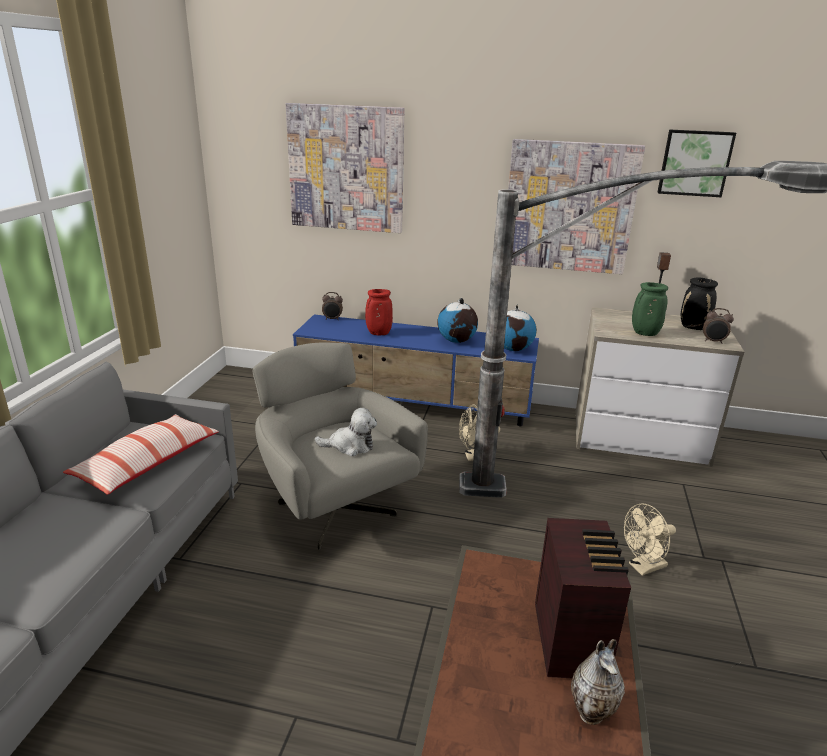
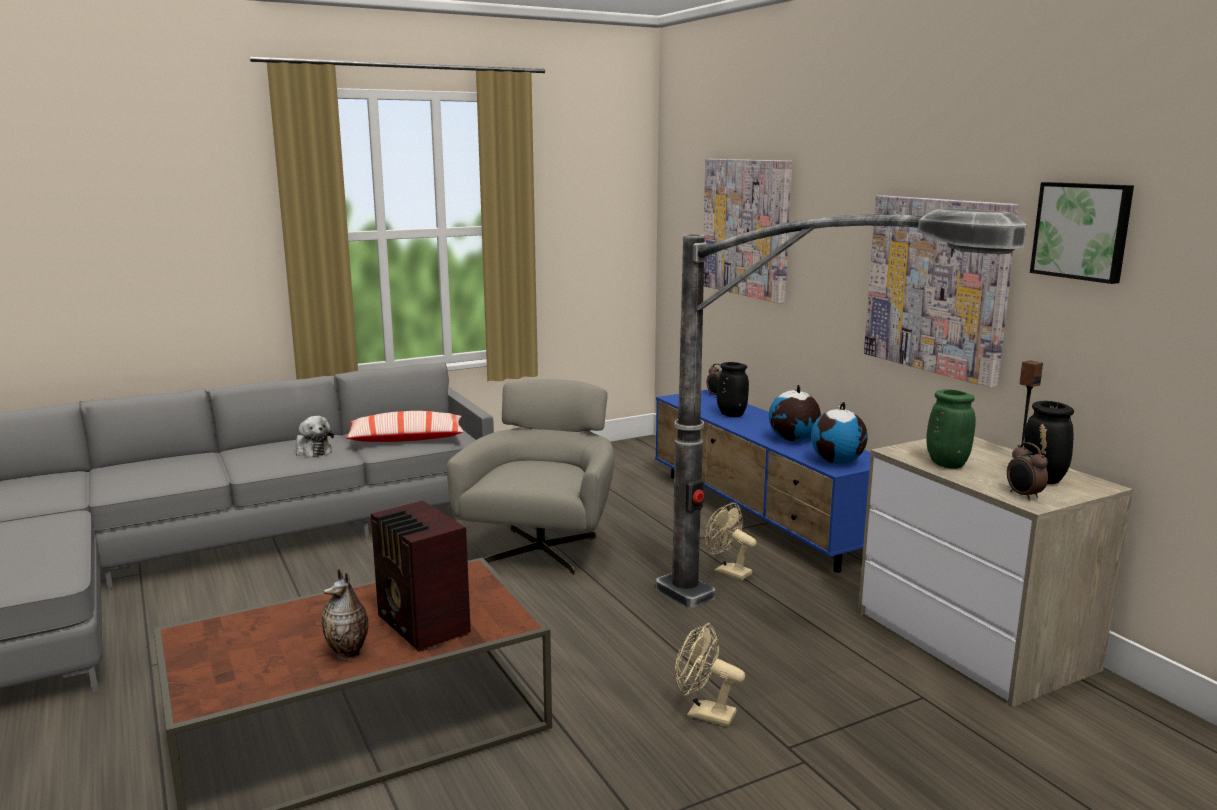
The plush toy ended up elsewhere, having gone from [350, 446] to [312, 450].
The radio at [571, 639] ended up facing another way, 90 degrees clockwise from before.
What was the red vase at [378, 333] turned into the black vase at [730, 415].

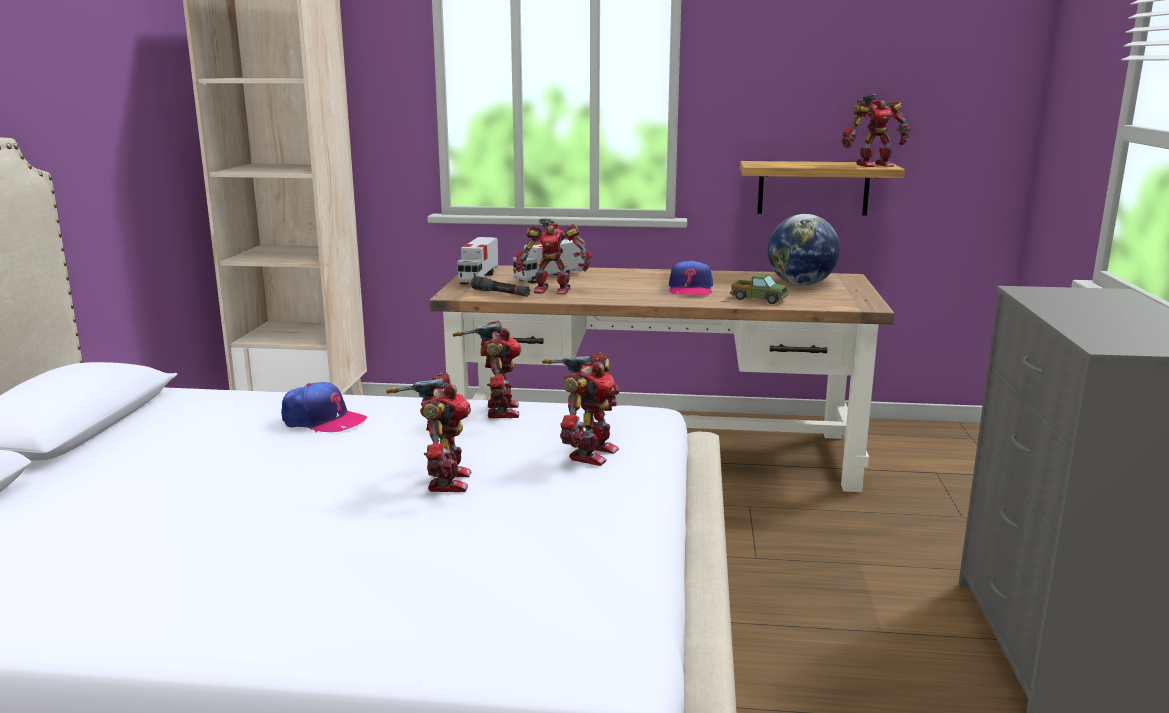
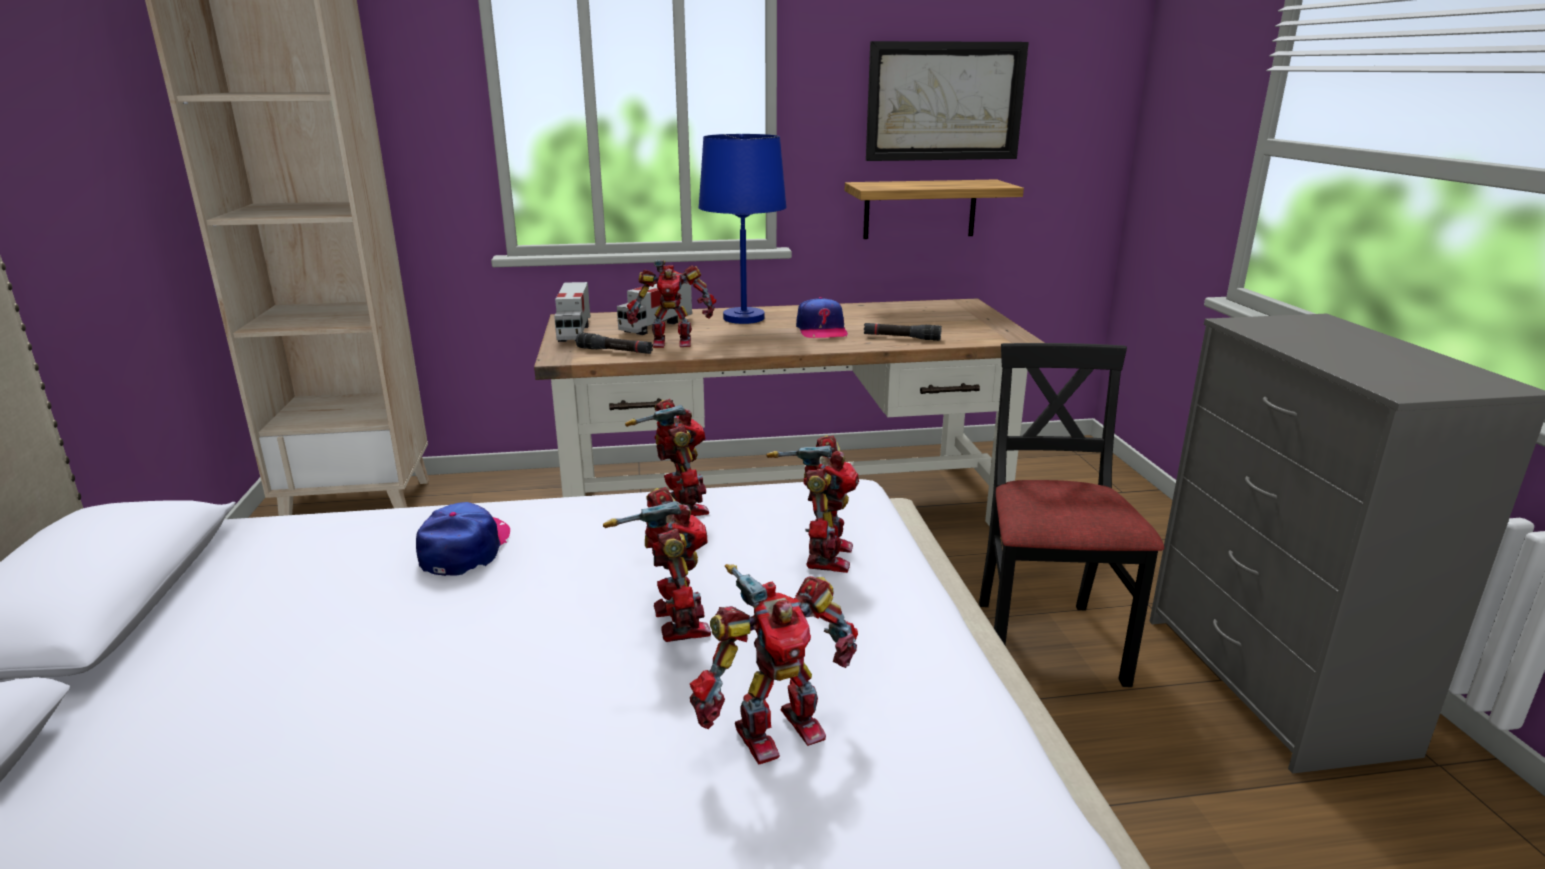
The cap at [322, 420] ended up facing another way, 90 degrees counterclockwise from before.
The toy robot ended up elsewhere, having gone from [873, 165] to [775, 729].
The second view gained the blue table lamp at [744, 318].
Where the toy truck stood at [758, 299], the black flashlight came to stand at [901, 338].
The second view gained the picture at [944, 101].
The second view gained the black chair at [1046, 642].
The second view lost the globe at [800, 284].

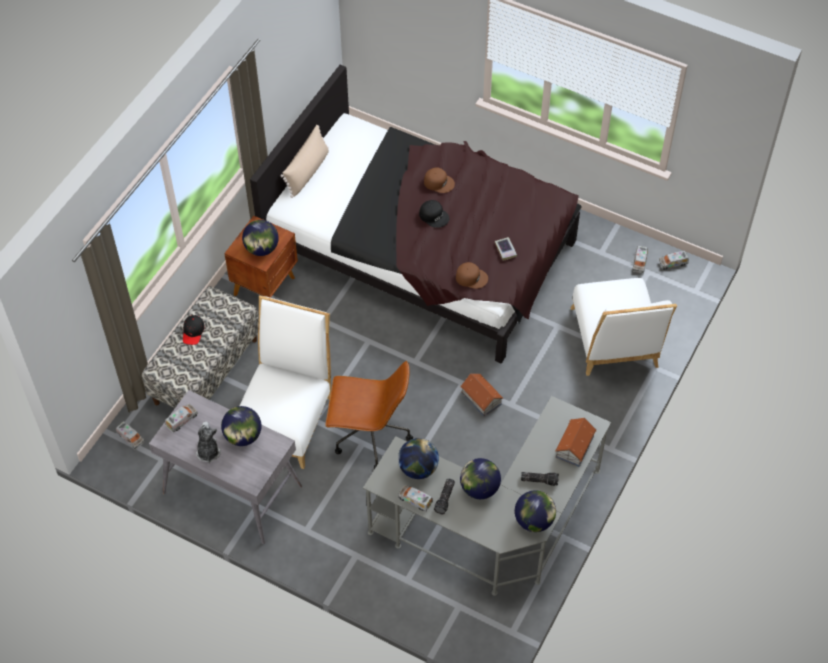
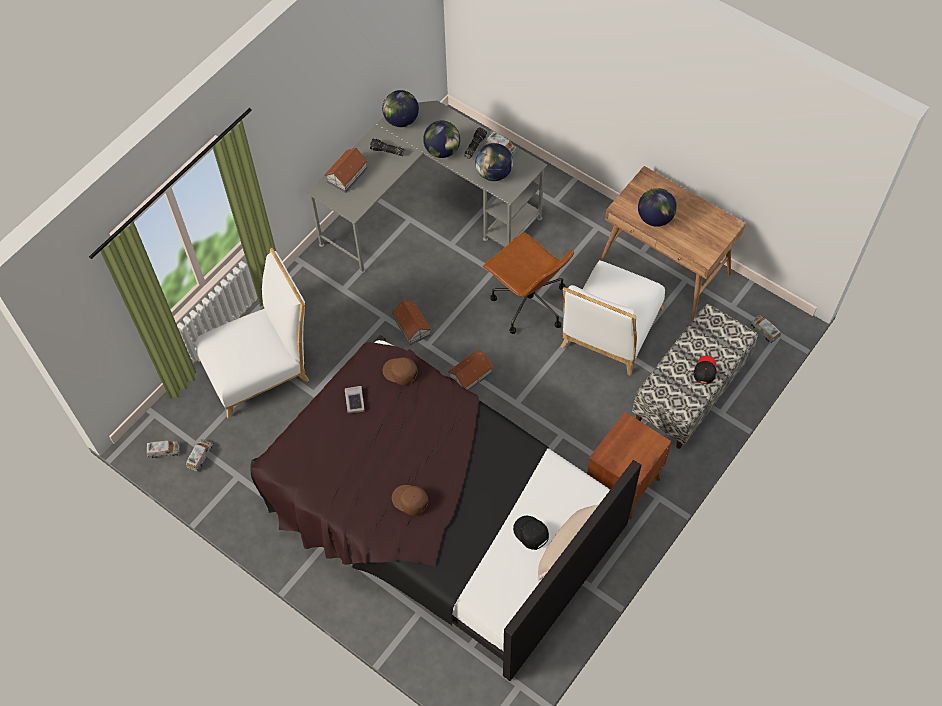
The white chair at [615, 343] ended up facing another way, 60 degrees clockwise from before.
The second view gained the toy house at [471, 375].
The brown office chair at [369, 436] ended up facing another way, 150 degrees counterclockwise from before.
The black cap ended up elsewhere, having gone from [434, 215] to [530, 533].
What was the grey desk at [231, 490] turned into the brown desk at [665, 269].
The second view lost the toy truck at [182, 420].
The second view lost the plush toy at [208, 451].
The second view lost the globe at [262, 249].

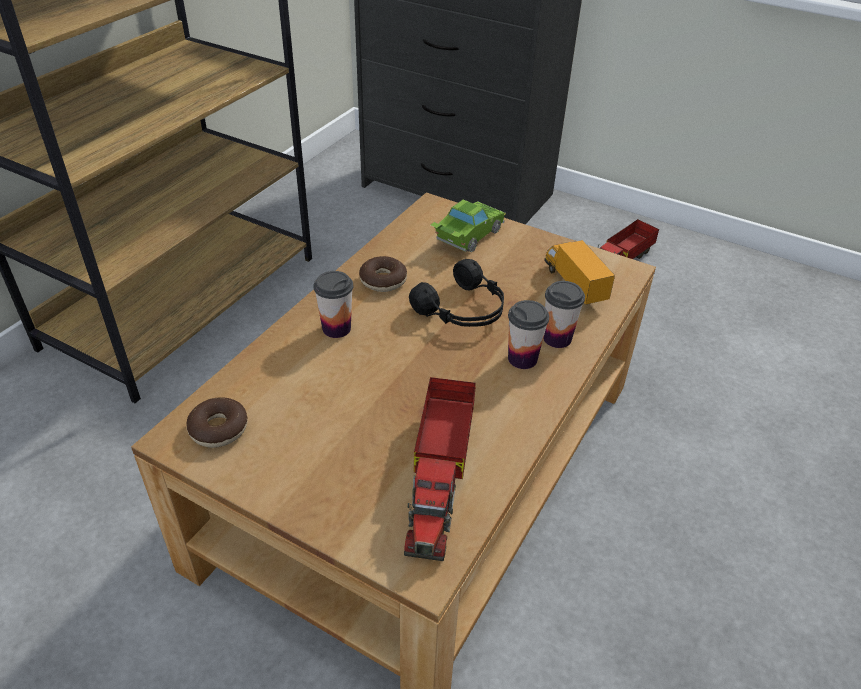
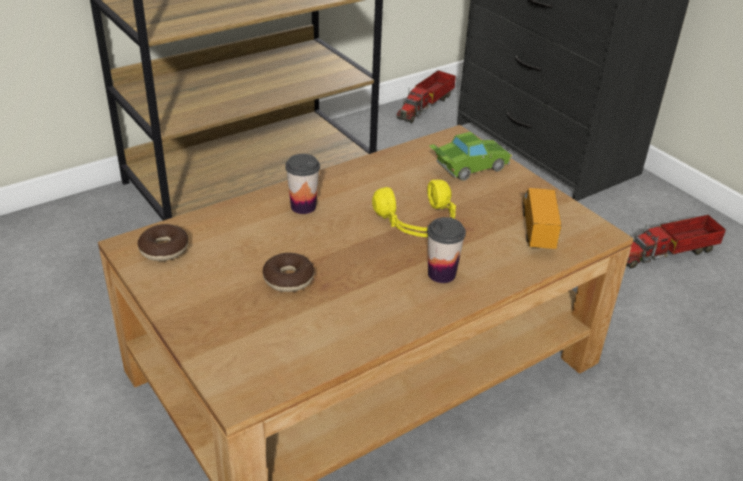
The donut ended up elsewhere, having gone from [383, 280] to [288, 279].
What was the black headphones at [463, 310] turned into the yellow headphones at [419, 223].
The toy truck ended up elsewhere, having gone from [439, 475] to [426, 105].
The second view lost the cup at [557, 338].

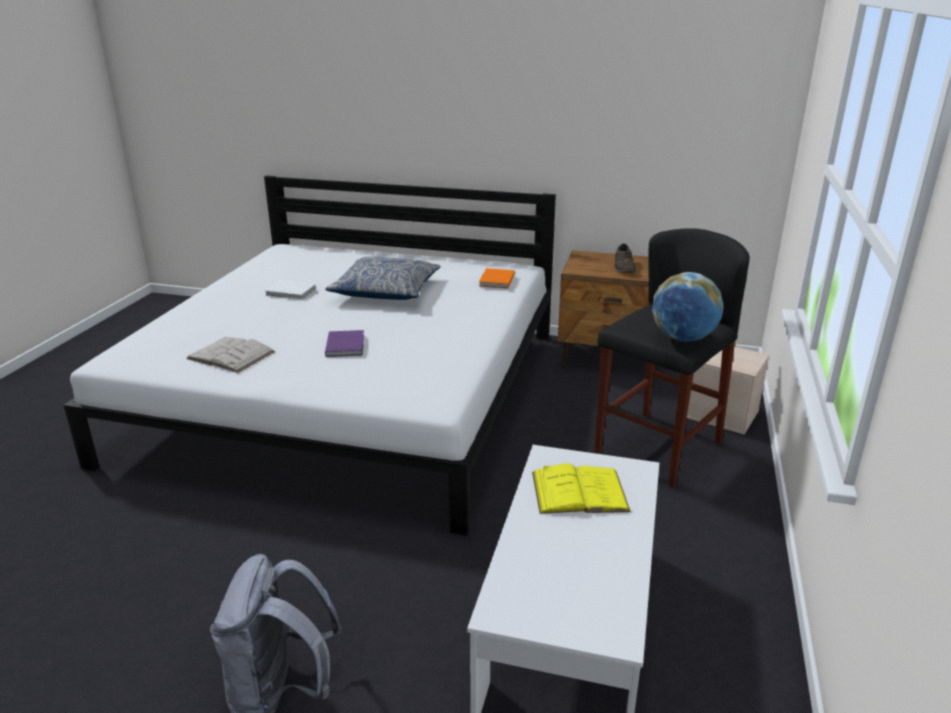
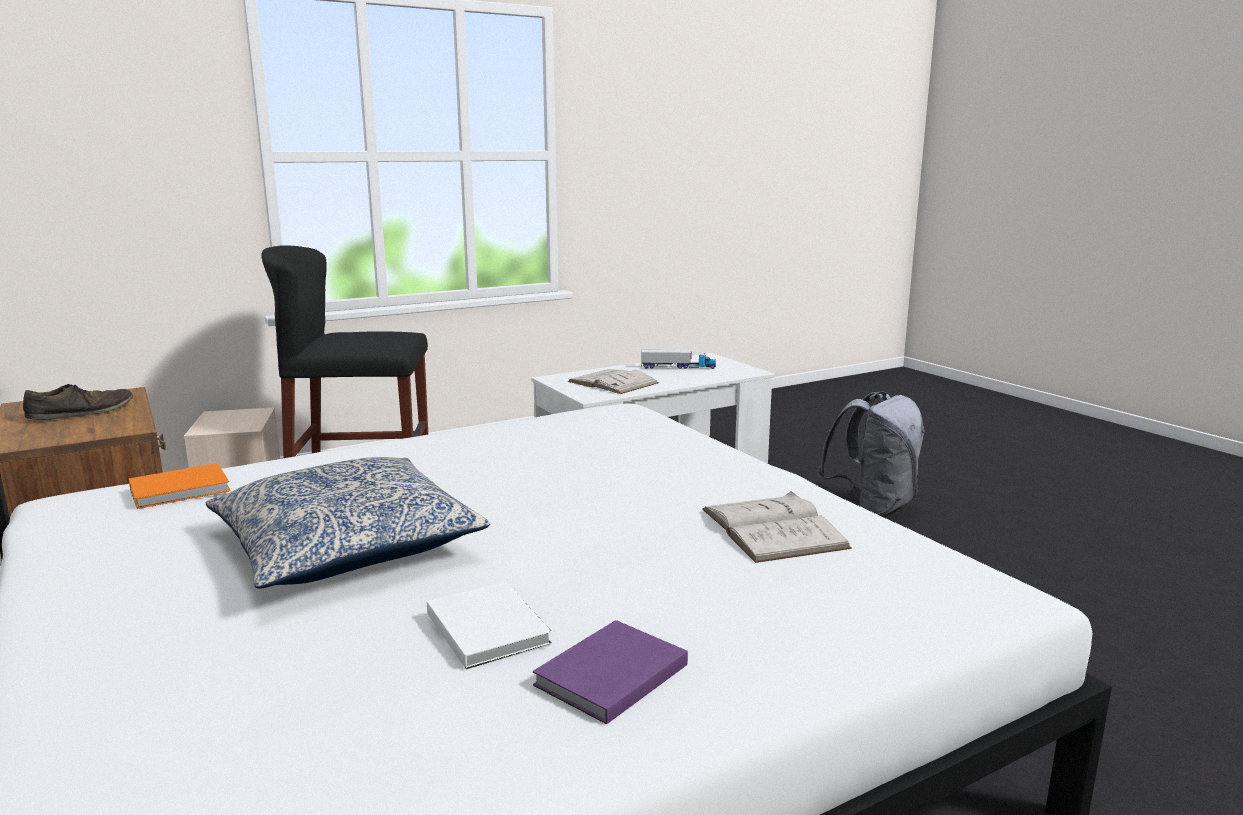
The purple book ended up elsewhere, having gone from [346, 345] to [607, 676].
What was the yellow book at [579, 491] turned into the white book at [613, 382].
The second view gained the toy truck at [678, 367].
The second view lost the globe at [683, 338].

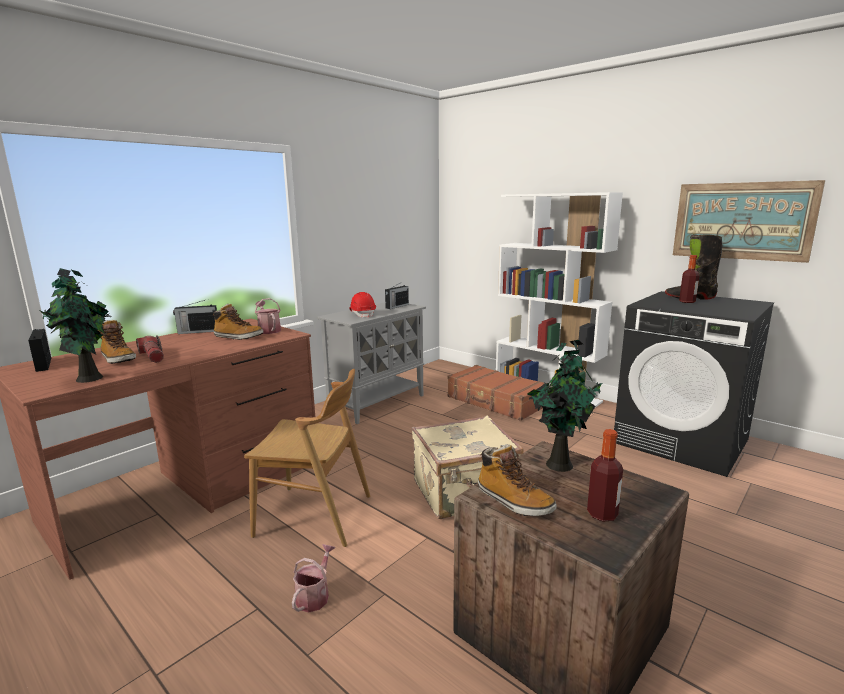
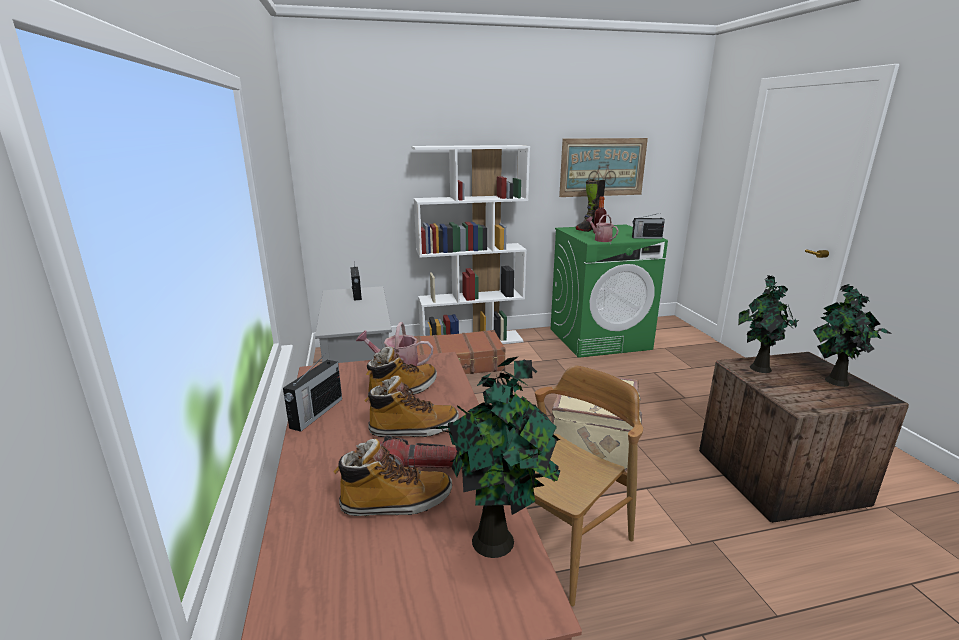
The boot ended up elsewhere, having gone from [513, 501] to [413, 429].
What was the black washing machine at [681, 441] turned into the green washing machine at [599, 339].
The watering can ended up elsewhere, having gone from [315, 595] to [601, 239].
The radio ended up elsewhere, having gone from [44, 364] to [646, 237].
Where the bottle stood at [602, 514], the potted plant came to stand at [834, 381].
The second view lost the red hard hat at [363, 314].

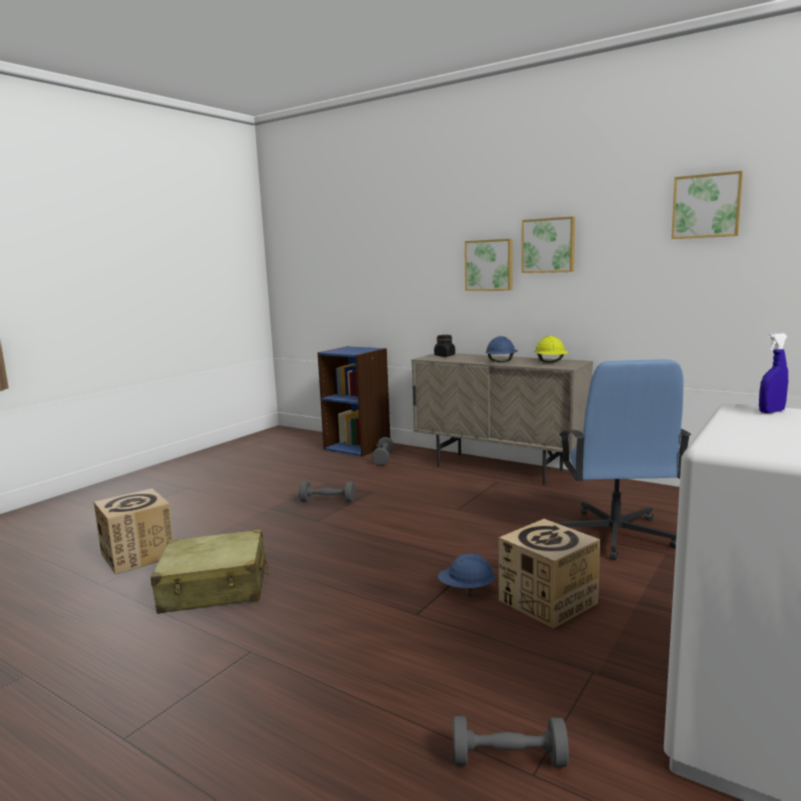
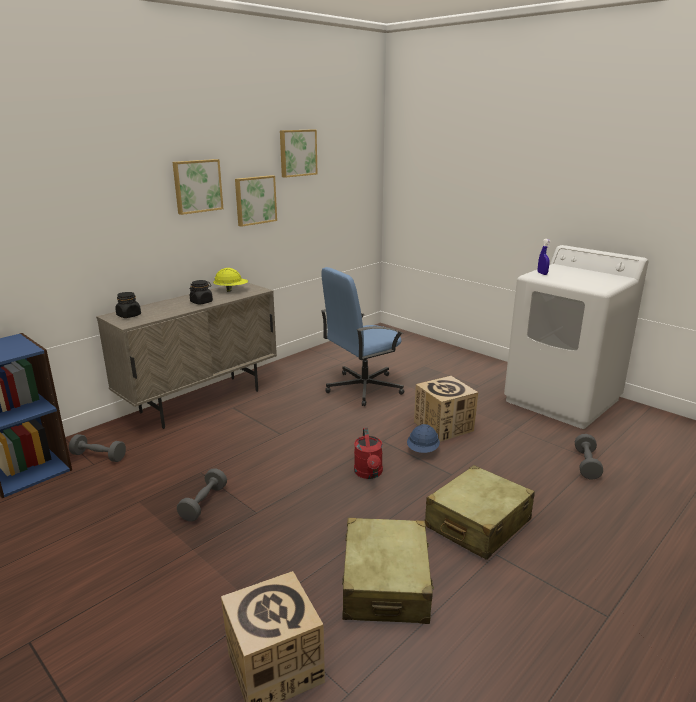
Where the blue hard hat stood at [501, 361], the black jar came to stand at [201, 302].
The picture ended up elsewhere, having gone from [489, 265] to [255, 200].
The blue office chair at [614, 535] ended up facing another way, 135 degrees clockwise from before.
The second view gained the red watering can at [369, 474].
The second view gained the beige suitcase at [477, 524].

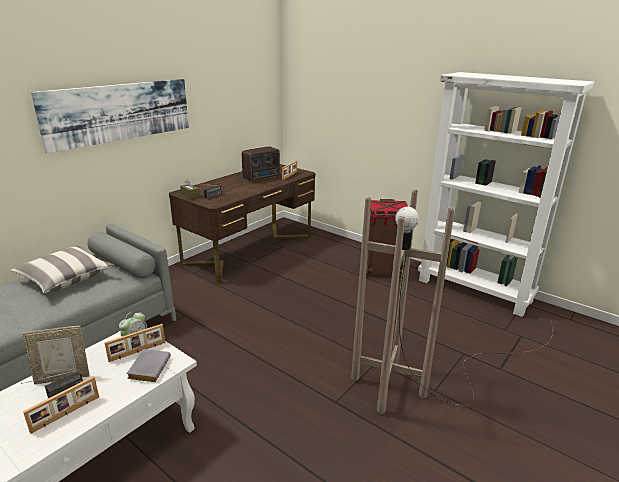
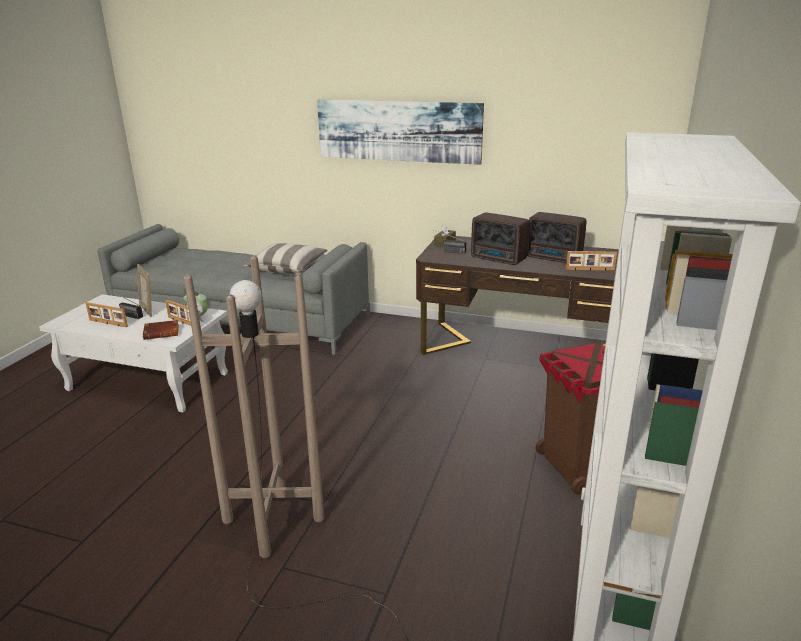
What was the grey book at [149, 367] turned into the brown book at [162, 332].
The second view gained the radio at [499, 259].

